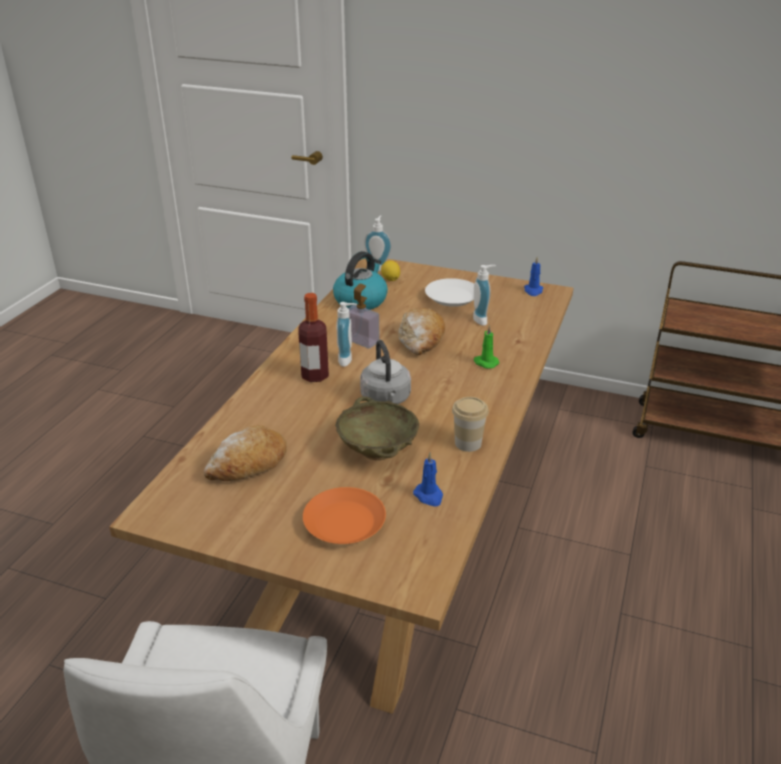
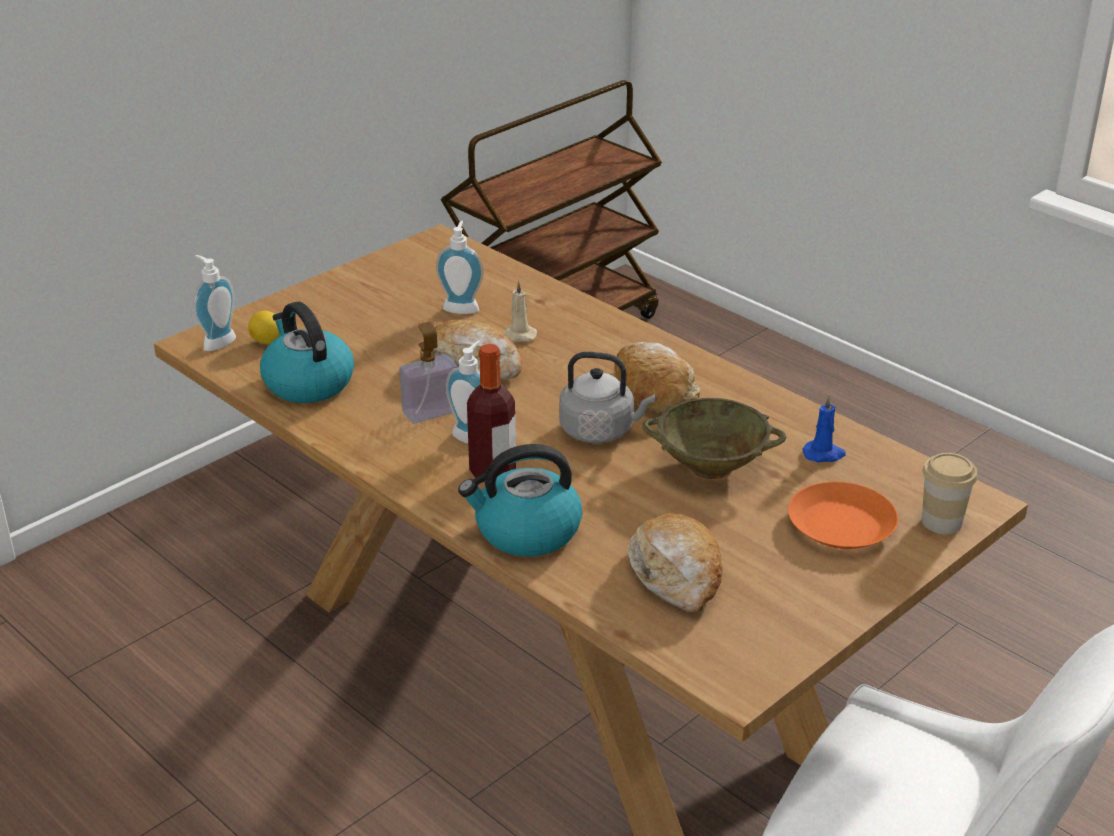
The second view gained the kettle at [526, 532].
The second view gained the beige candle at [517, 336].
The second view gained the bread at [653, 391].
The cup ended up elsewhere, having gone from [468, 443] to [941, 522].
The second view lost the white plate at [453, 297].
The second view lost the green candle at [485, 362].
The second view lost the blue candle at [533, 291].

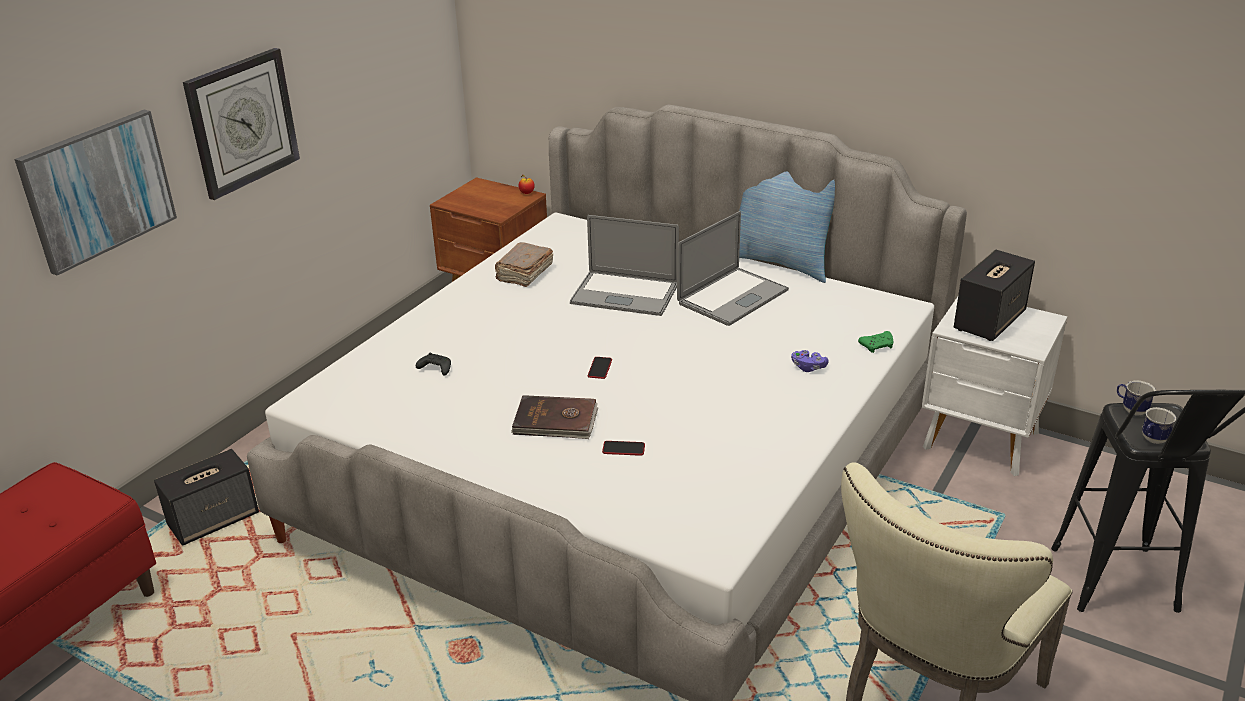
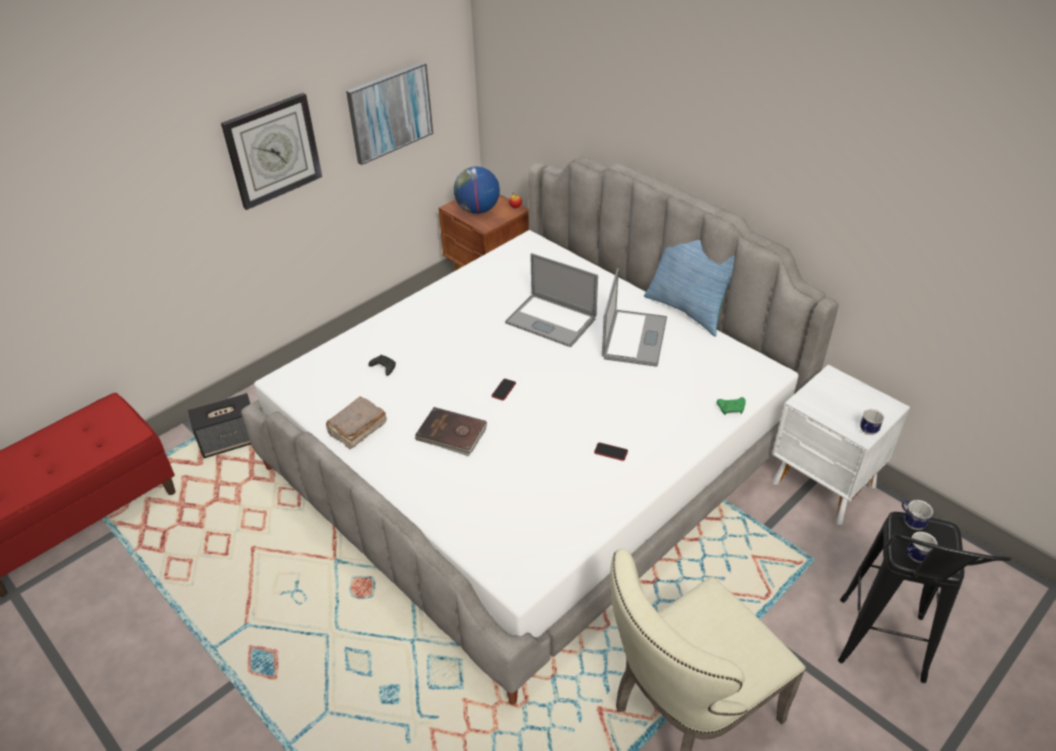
The brown book ended up elsewhere, having gone from [524, 274] to [357, 430].
The picture ended up elsewhere, having gone from [98, 189] to [390, 112].
The second view gained the globe at [477, 210].
The phone ended up elsewhere, having gone from [623, 449] to [611, 452].
The laptop at [732, 297] ended up facing another way, 45 degrees counterclockwise from before.
The second view gained the mug at [867, 432].
The second view lost the purple game controller at [808, 367].
The second view lost the speaker at [989, 320].

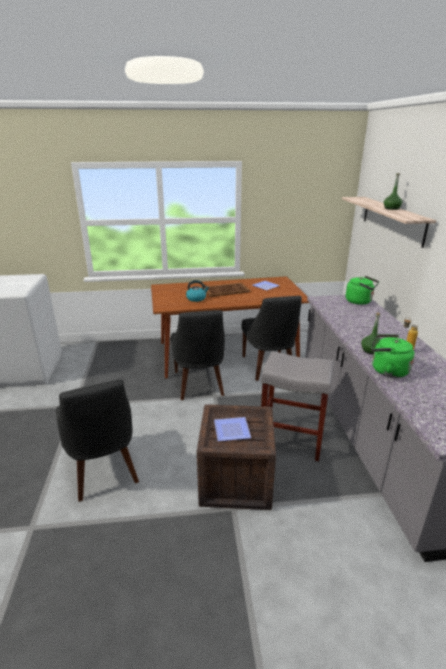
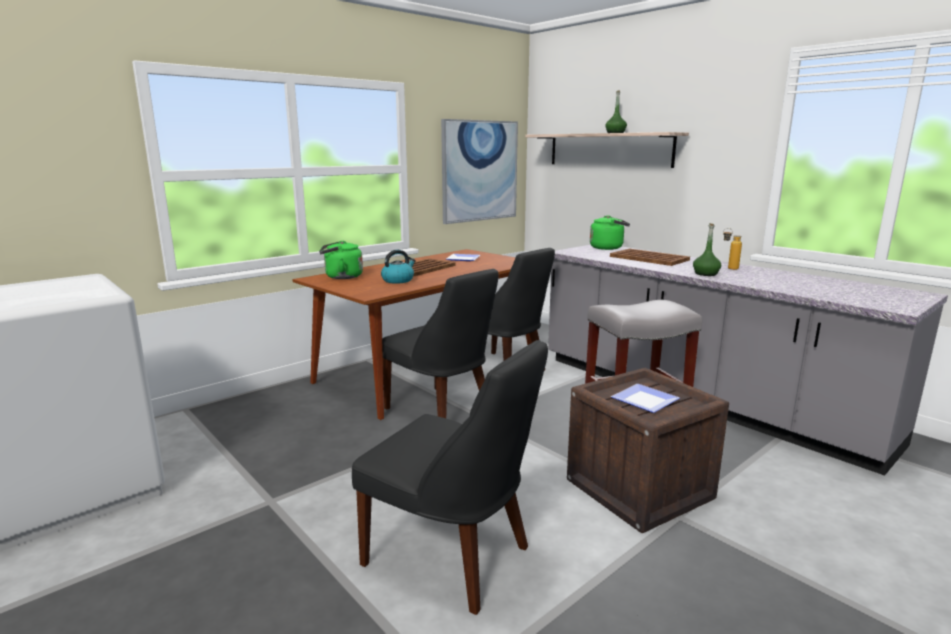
The green kettle ended up elsewhere, having gone from [386, 370] to [341, 277].
The second view gained the picture at [479, 171].
The second view gained the brown tray at [648, 258].

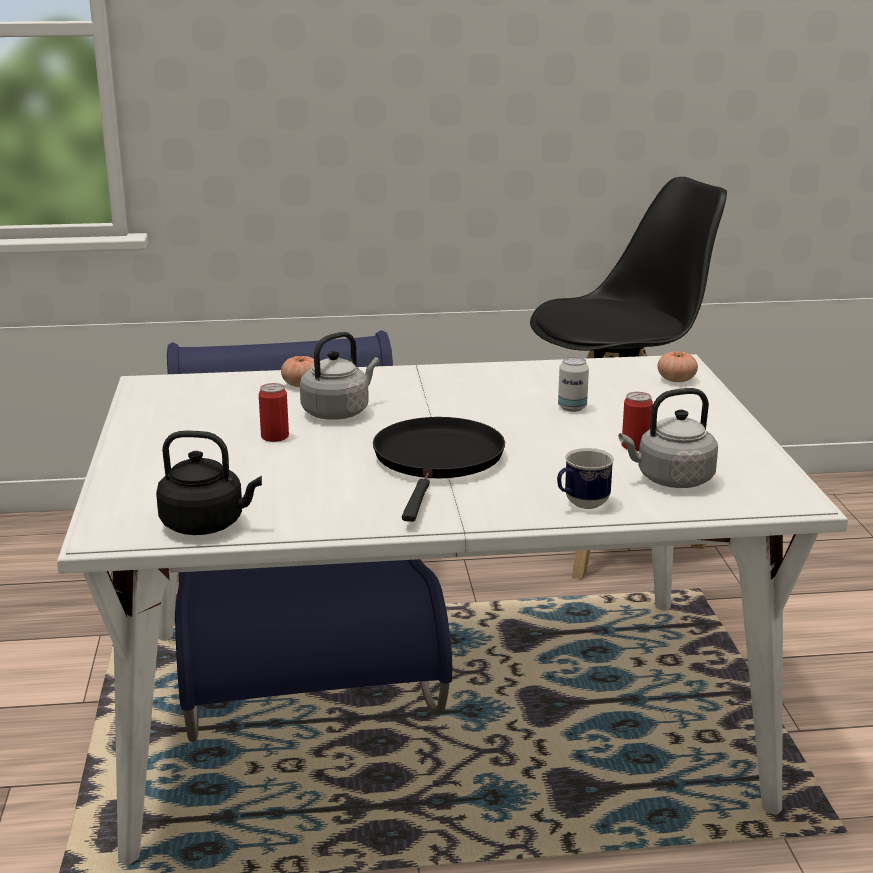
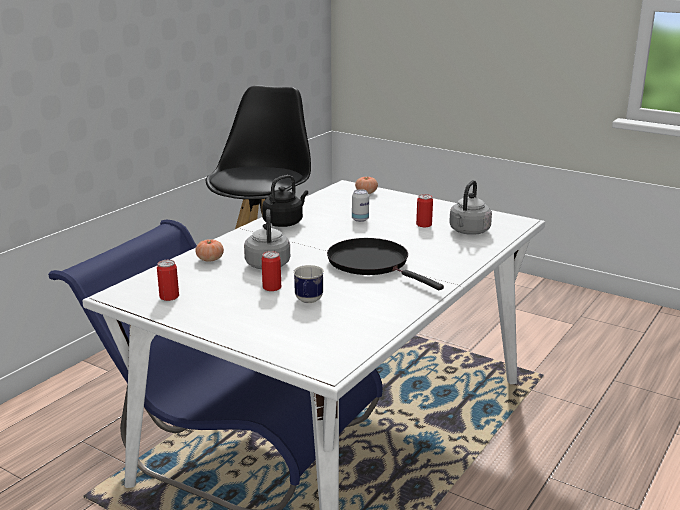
The second view gained the can at [169, 296].
The black kettle ended up elsewhere, having gone from [207, 524] to [284, 222].
The mug ended up elsewhere, having gone from [581, 504] to [308, 301].

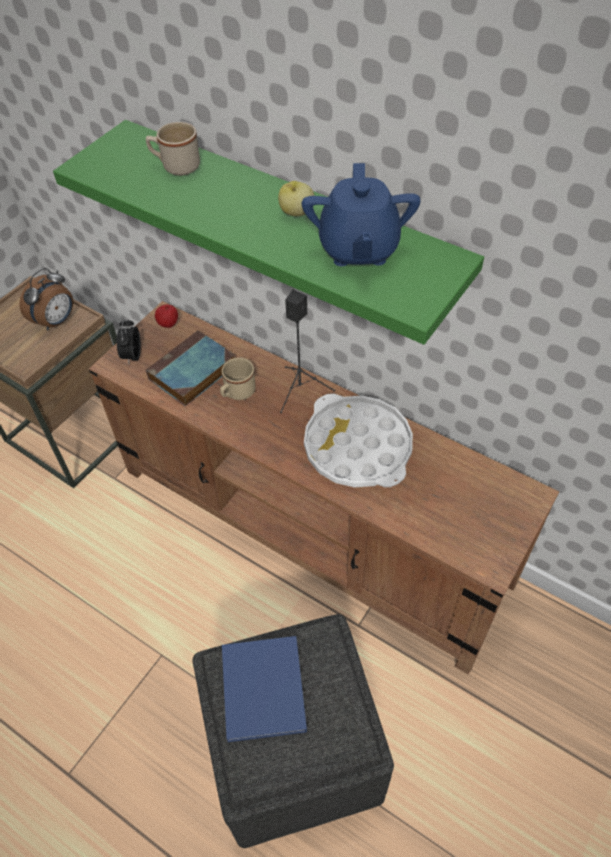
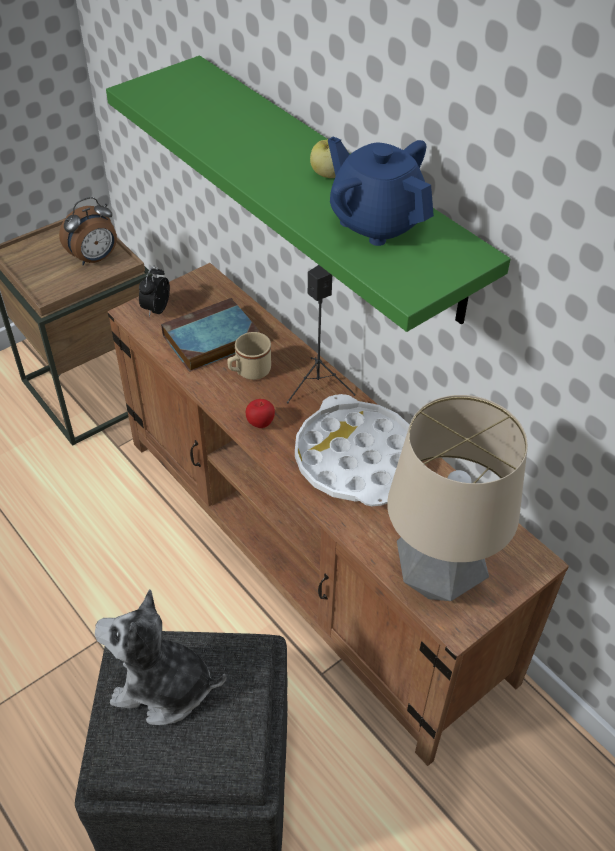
Where the blue book stood at [263, 692], the plush toy came to stand at [162, 687].
The apple ended up elsewhere, having gone from [168, 324] to [260, 423].
The blue teapot at [358, 249] ended up facing another way, 120 degrees clockwise from before.
The second view gained the table lamp at [438, 579].
The second view lost the beige mug at [176, 166].

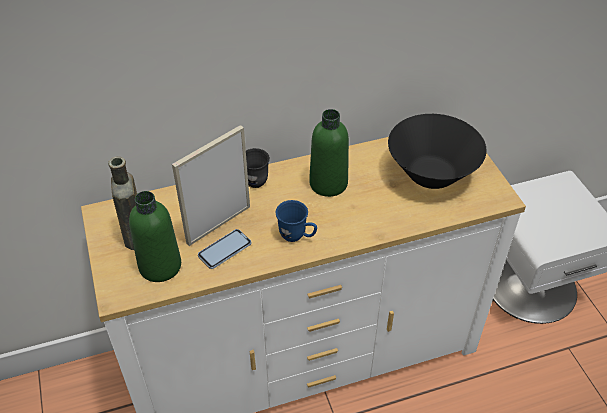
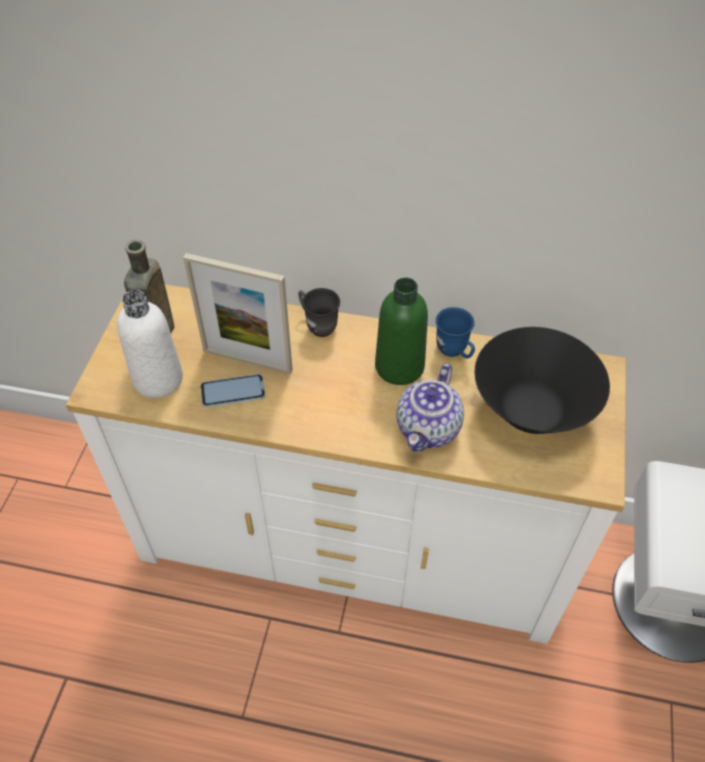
What was the green bottle at [160, 266] turned into the white bottle at [158, 379].
The picture frame at [218, 224] ended up facing another way, 150 degrees counterclockwise from before.
The second view gained the teapot at [429, 429].
The blue mug ended up elsewhere, having gone from [297, 236] to [455, 352].

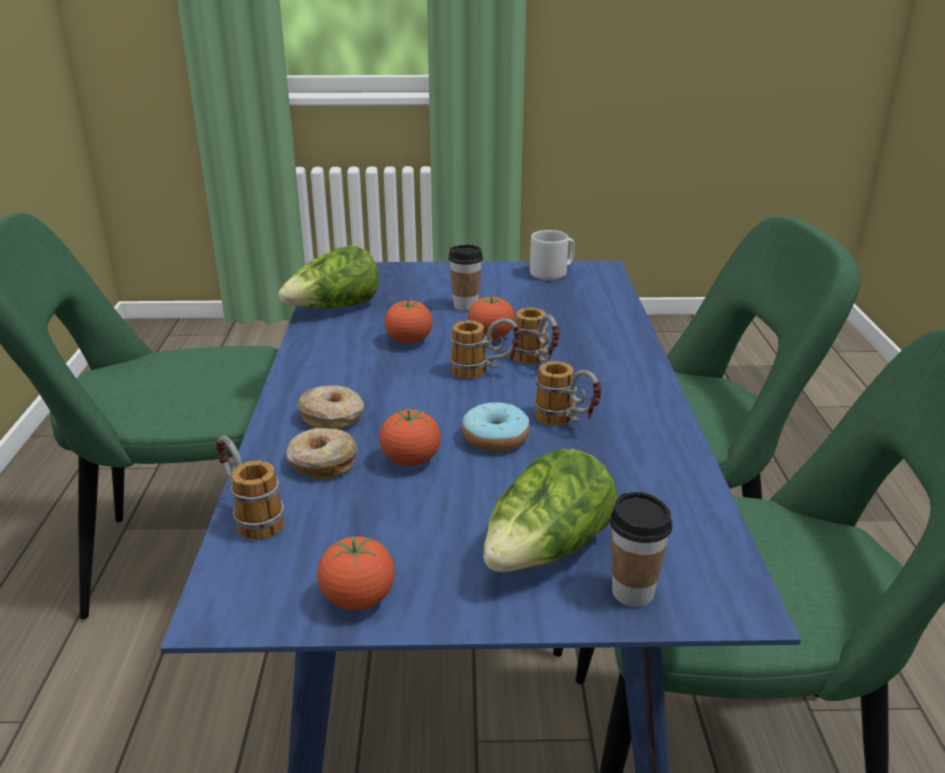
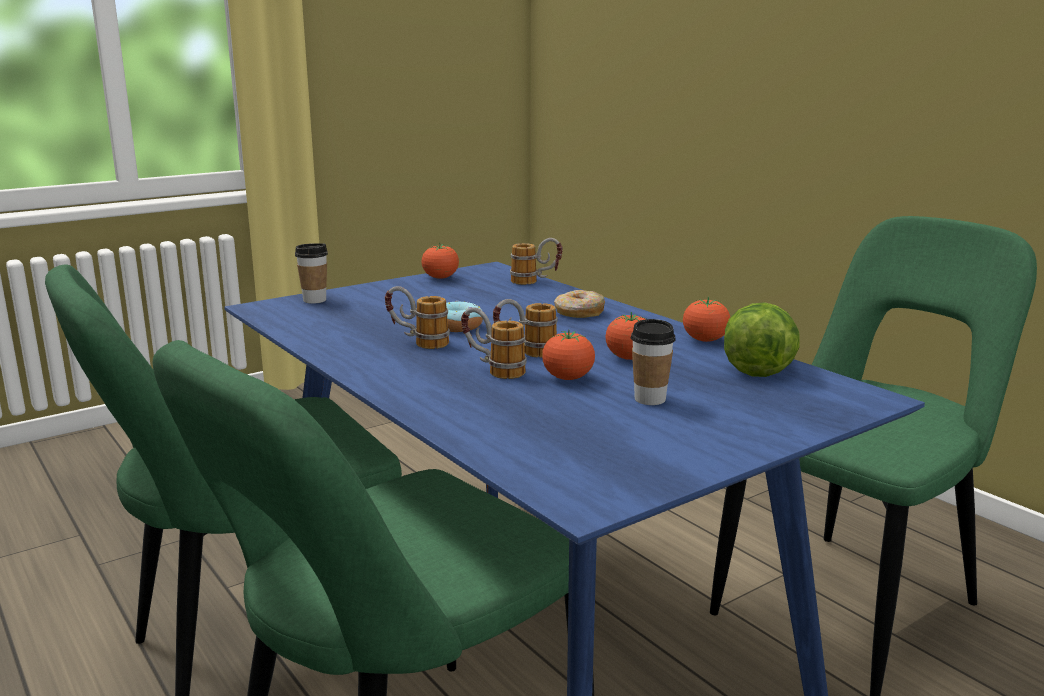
The tomato ended up elsewhere, having gone from [410, 461] to [705, 340].
The second view lost the donut at [321, 463].
The second view lost the lettuce at [547, 551].
The second view lost the grey mug at [552, 273].

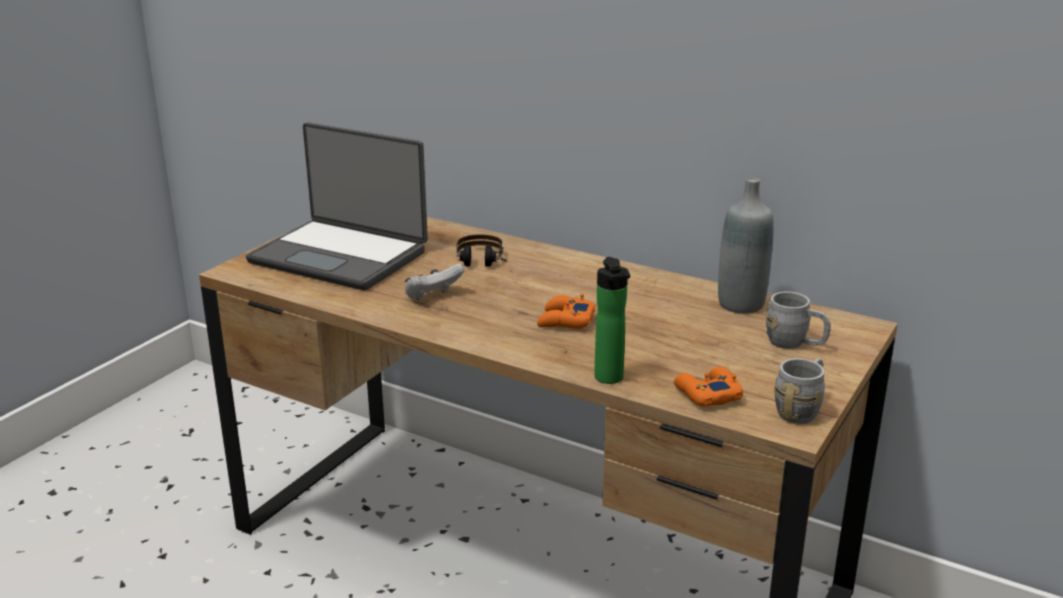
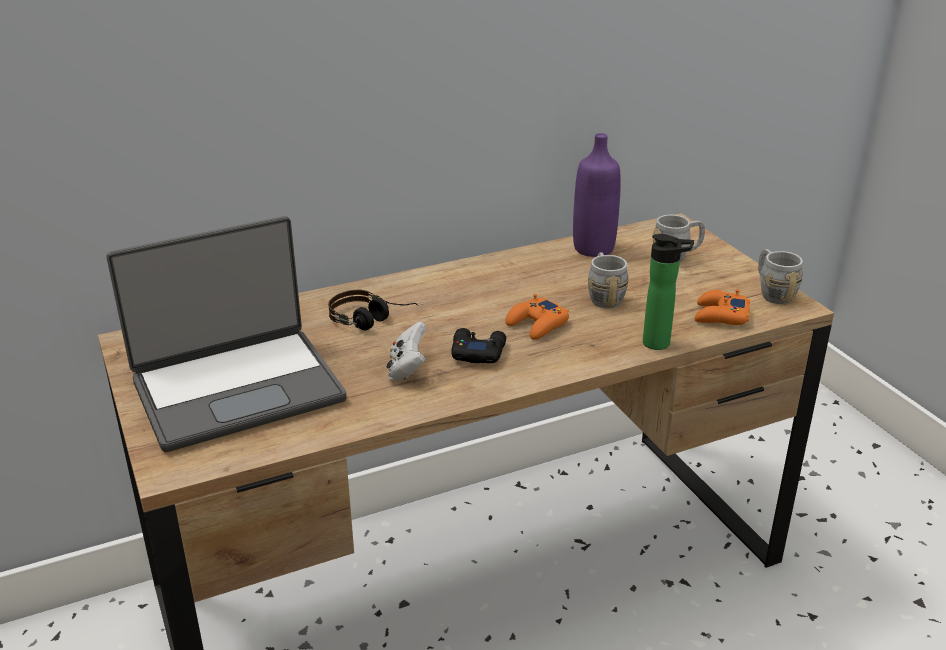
The second view gained the black game controller at [477, 352].
What was the grey bottle at [741, 304] turned into the purple bottle at [593, 248].
The second view gained the grey mug at [604, 296].

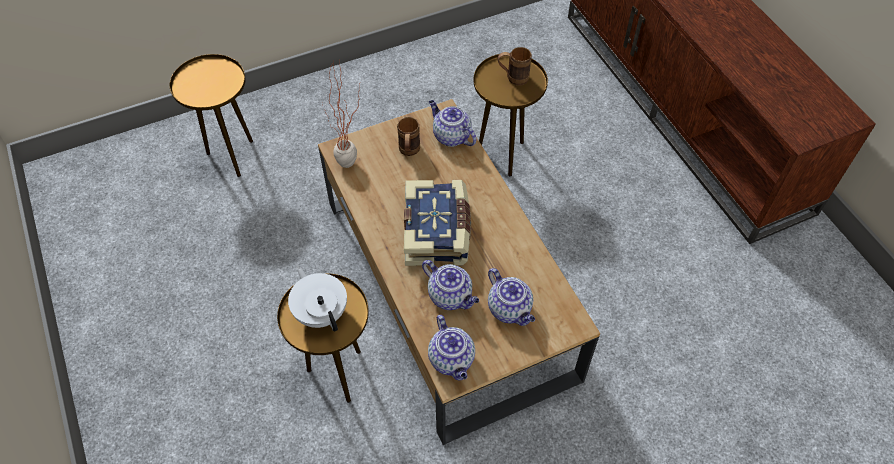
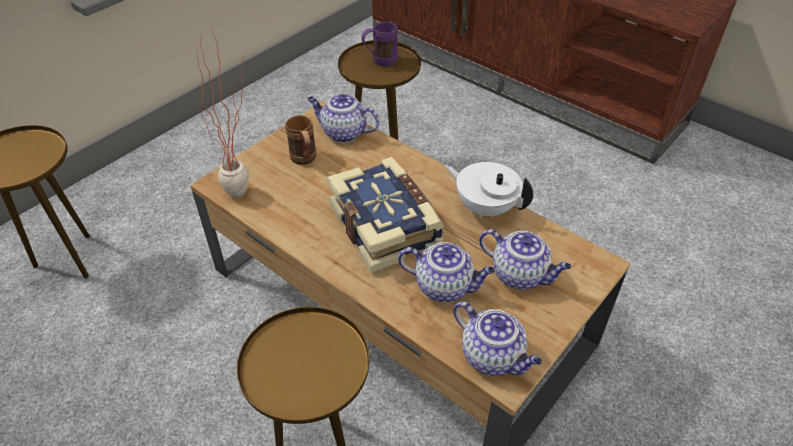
What was the brown mug at [512, 78] turned into the purple mug at [380, 62].
The white teapot ended up elsewhere, having gone from [321, 312] to [485, 207].

